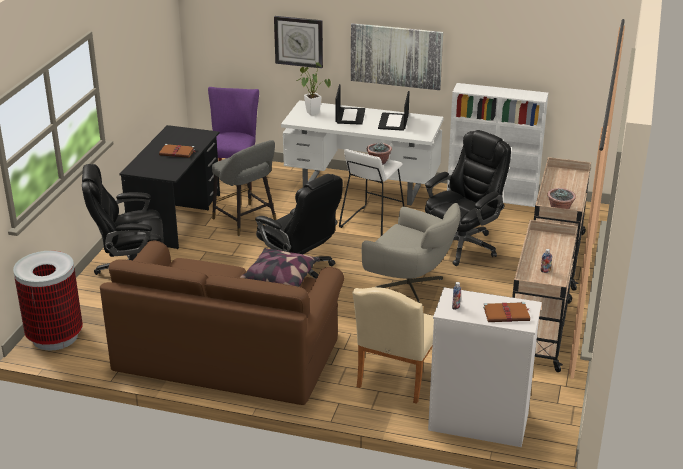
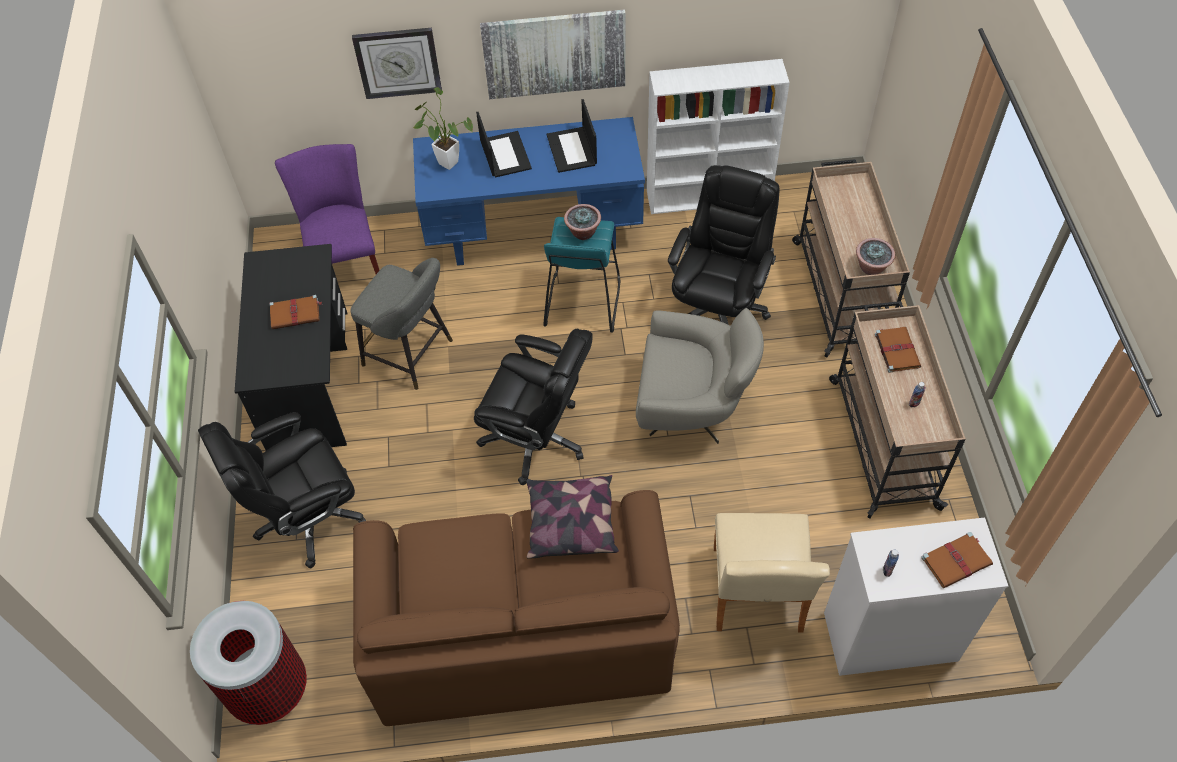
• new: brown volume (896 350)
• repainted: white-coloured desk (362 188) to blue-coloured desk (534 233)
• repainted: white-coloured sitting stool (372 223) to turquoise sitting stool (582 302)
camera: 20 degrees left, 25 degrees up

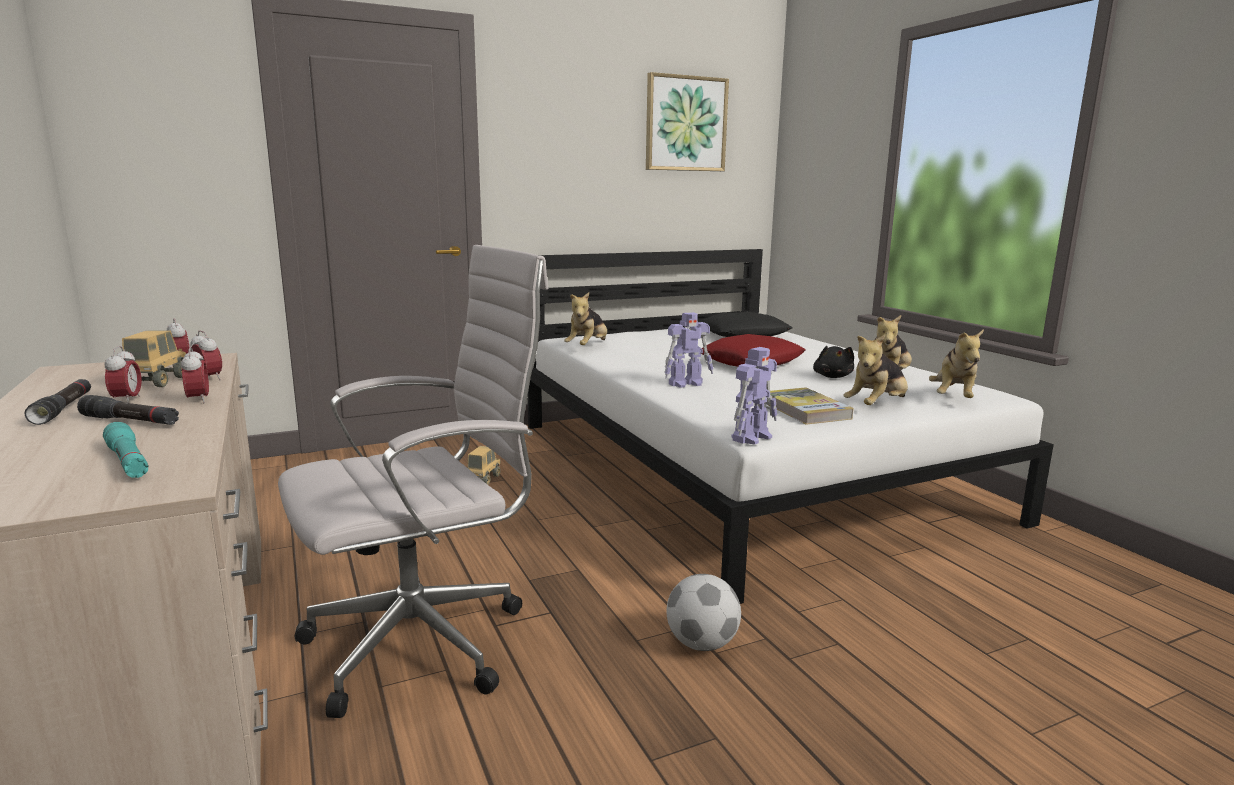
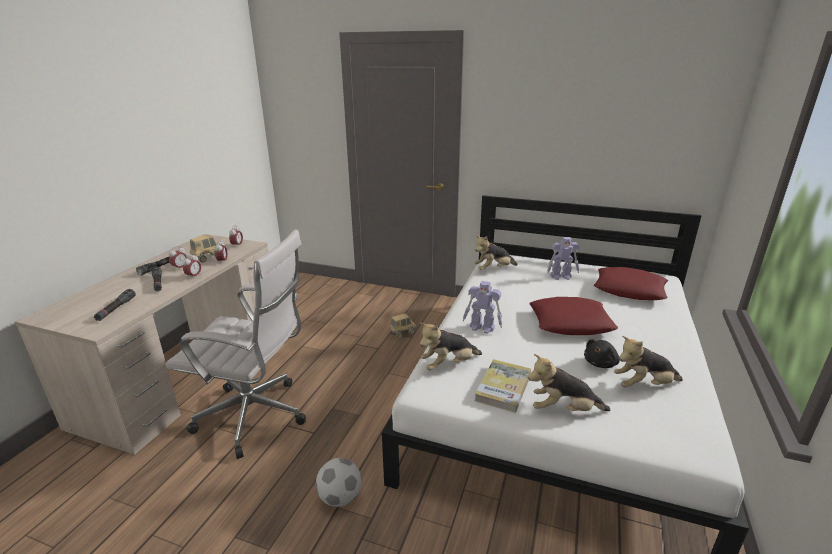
• gone: wall art (685 124)
• shifted: toy robot (752 437) to (561 276)
• shifted: soft toy (953 398) to (448 365)
• repainted: turquoise flashlight (128 461) to blackish flashlight (116 309)
• repainted: blackish cushion (744 334) to reddish cushion (629 290)
camera: 45 degrees right, 10 degrees up

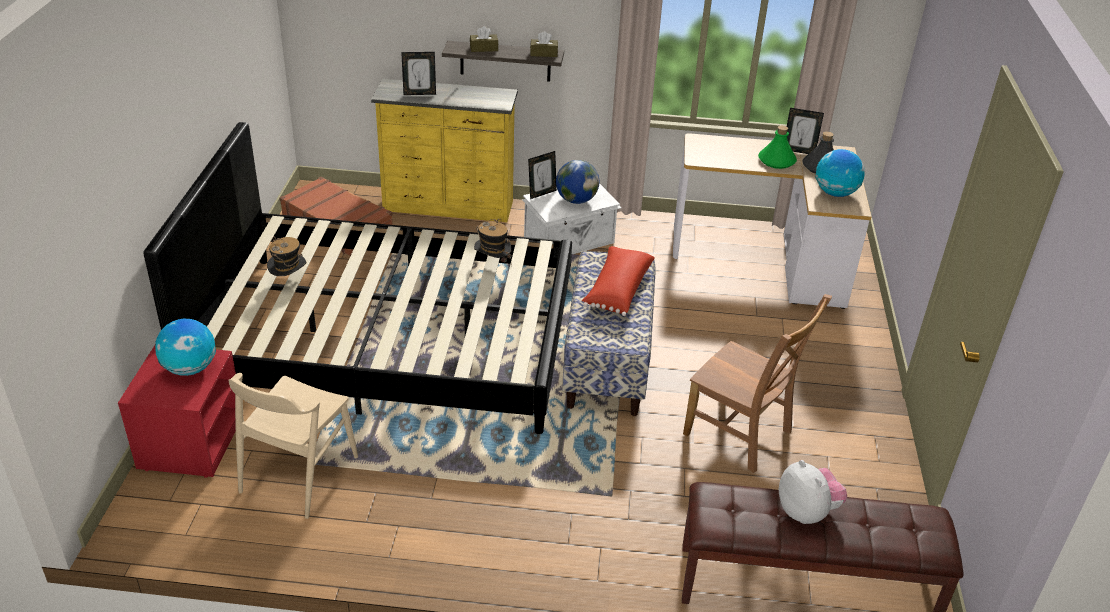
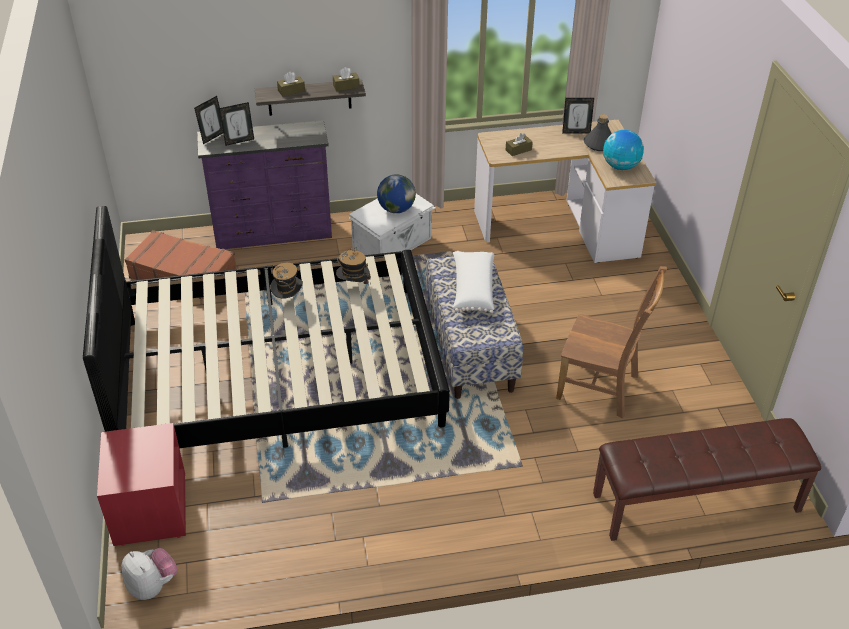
• gone: world globe (190 369)
• gone: beige-coloured chair (298 474)
• gone: green-coloured bottle (776 161)
• new: brown box of tissues (518 150)
• shifted: clothing hat (289 281) to (288 299)
• shifted: photo frame (542 193) to (212 137)
• shifted: soft toy (807 512) to (152 586)
• repainted: yellow-coloured drawer chest (448 207) to purplish drawer chest (274 233)
• repainted: reddish cushion (617 290) to white-coloured cushion (472 289)
camera: 15 degrees left, 5 degrees up

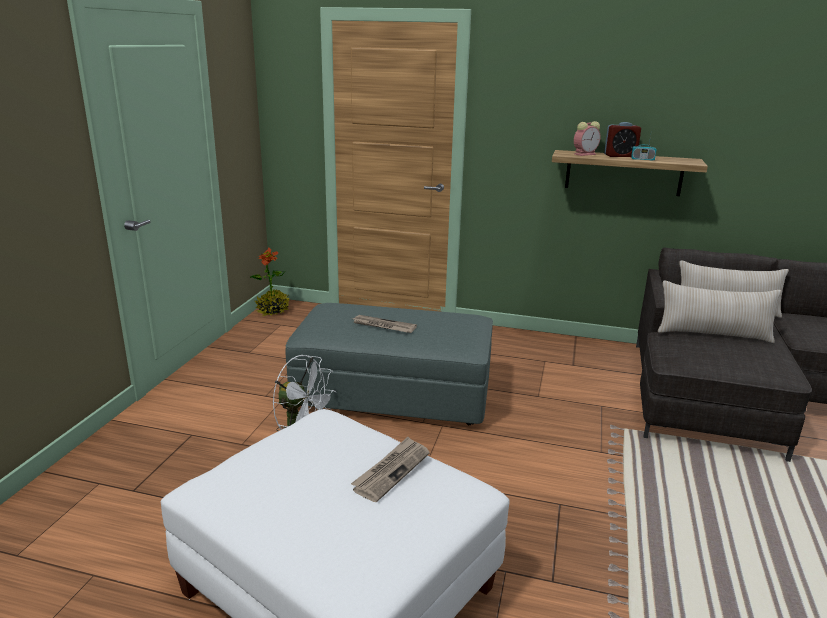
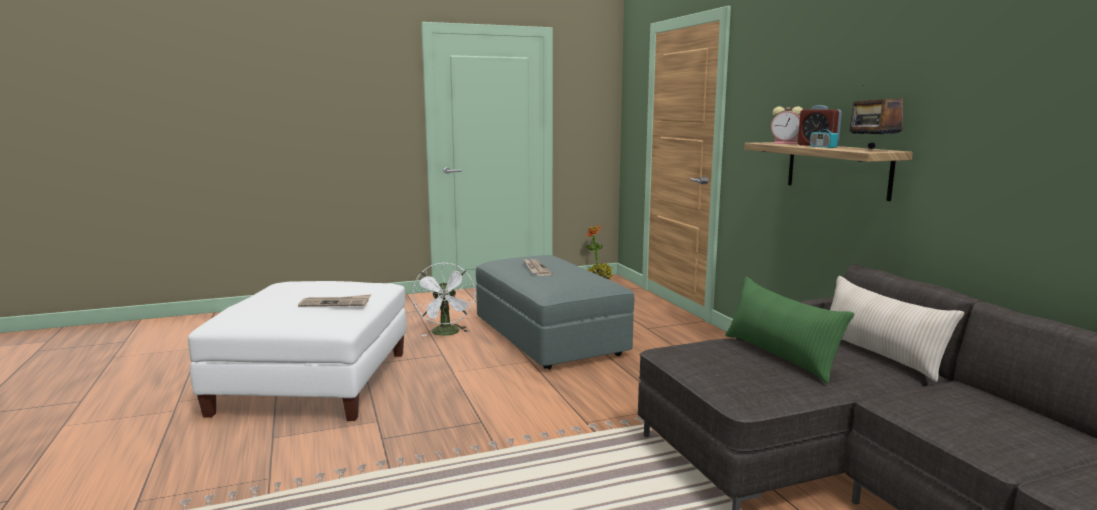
• new: radio set (871 149)
• repainted: beige-coloured cushion (713 334) to green-coloured cushion (780 356)
camera: 55 degrees right, 10 degrees down

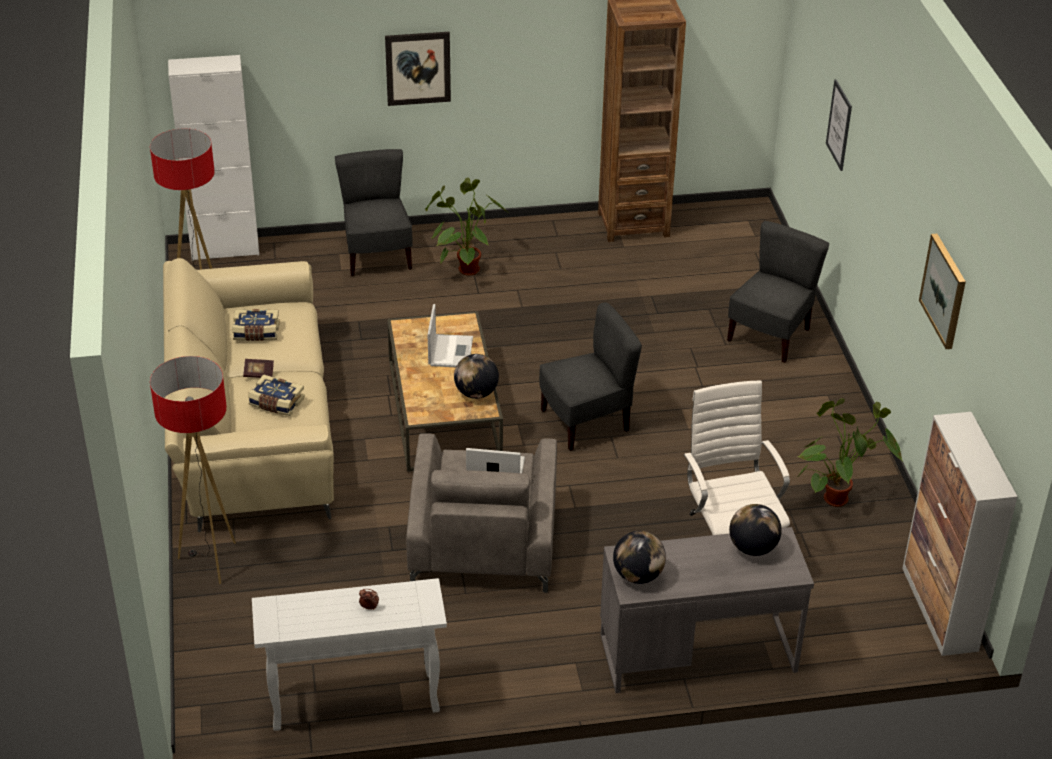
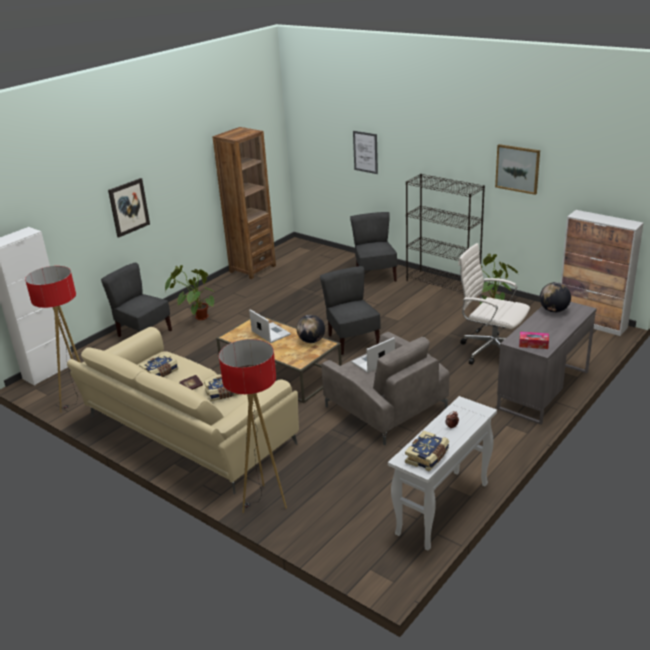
• new: volume (428 457)
• new: blackish shelving unit (443 284)
• swapped: world globe (638 575) to box of tissues (533 344)
• rotated: gray chair (586 422) = (352 341) 45 degrees counterclockwise
camera: 40 degrees left, 10 degrees down

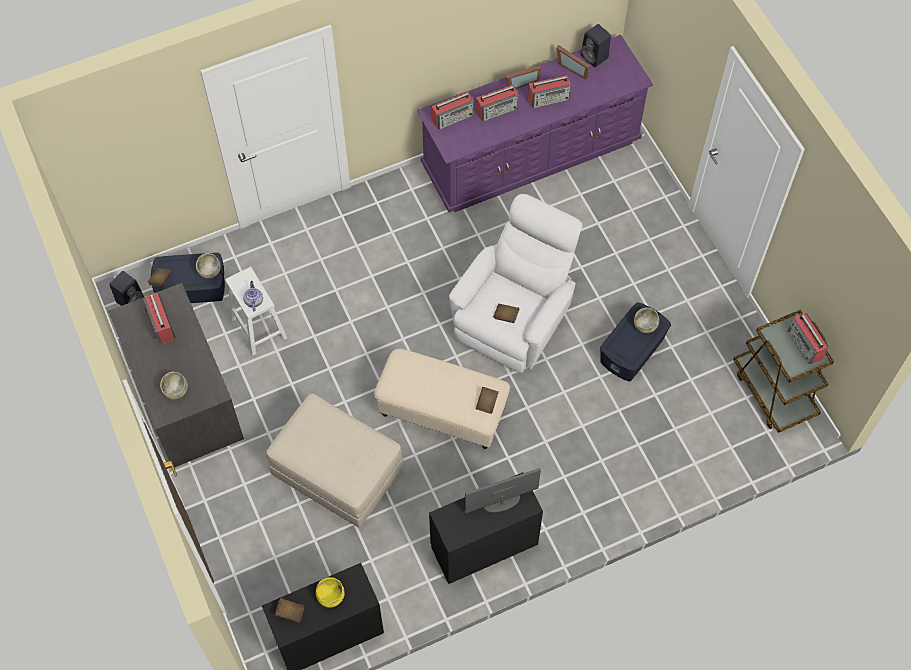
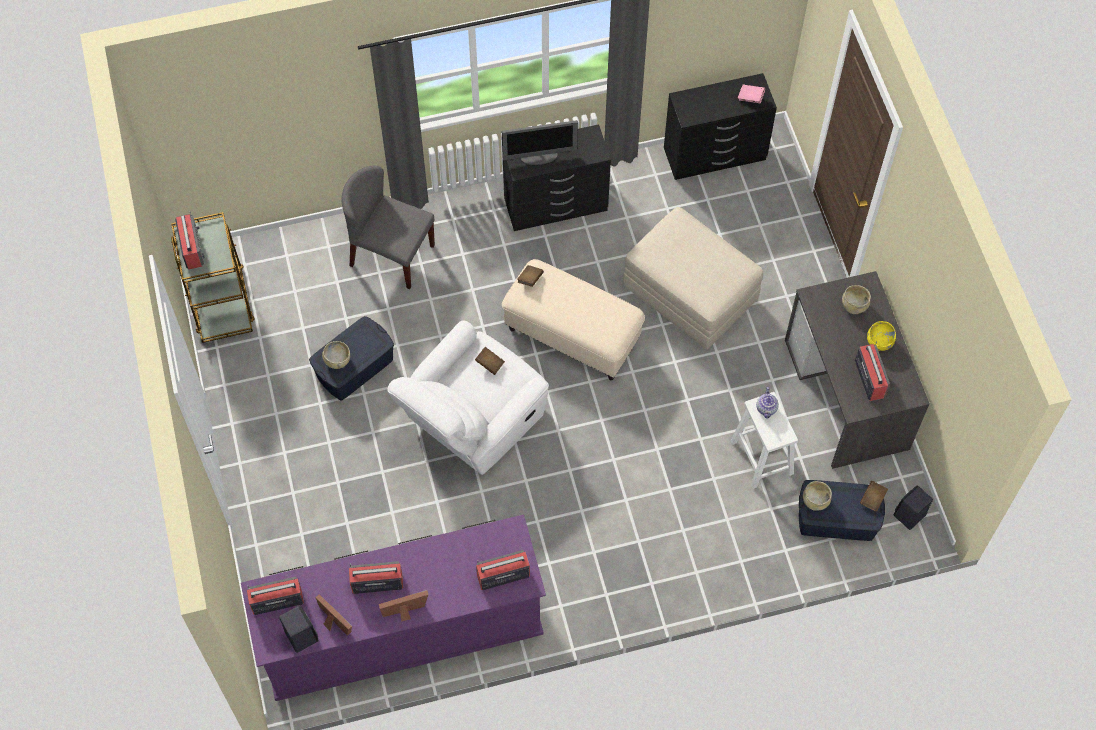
• new: gray chair (391 255)
• shifted: yellow-coloured deep dish (331 596) to (879 342)
• shifted: radio set (497 110) to (276 601)
• repainted: brown volume (290 612) to pink volume (750 97)
camera: 170 degrees left, 0 degrees up

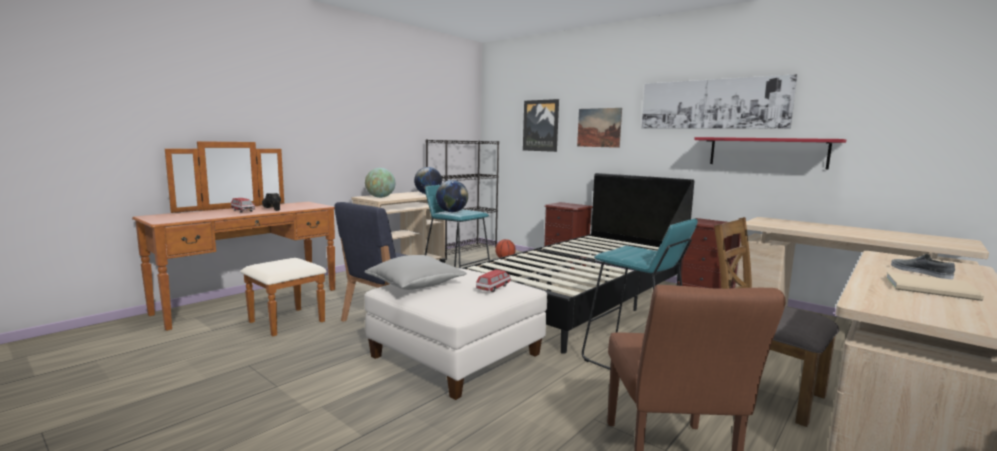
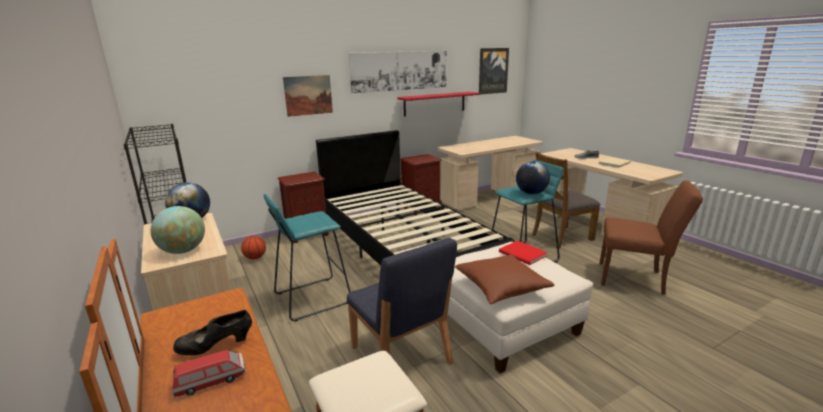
• shifted: world globe (452 212) to (531 193)
• shifted: wall art (541 125) to (493 71)
• swapped: model car (493 288) to reddish volume (523 254)
• repainted: gray cushion (415 285) to brown cushion (501 287)
camera: 70 degrees left, 10 degrees up

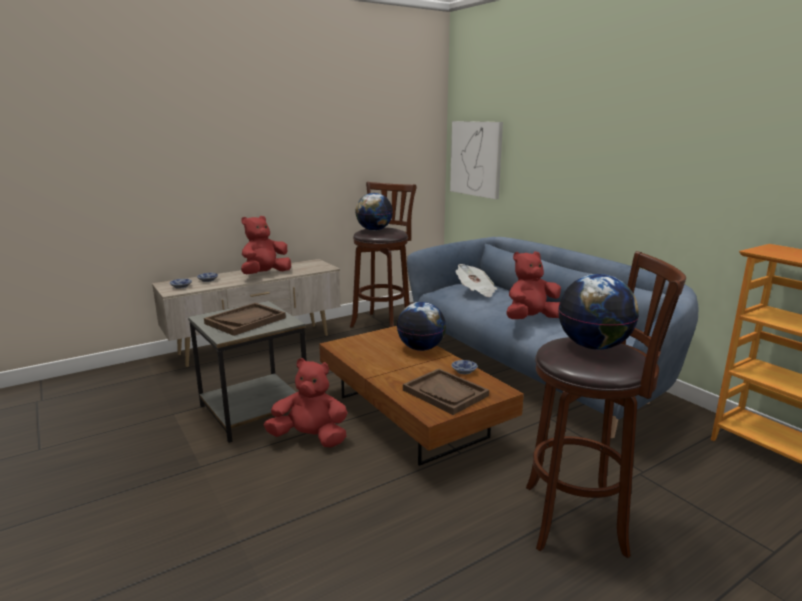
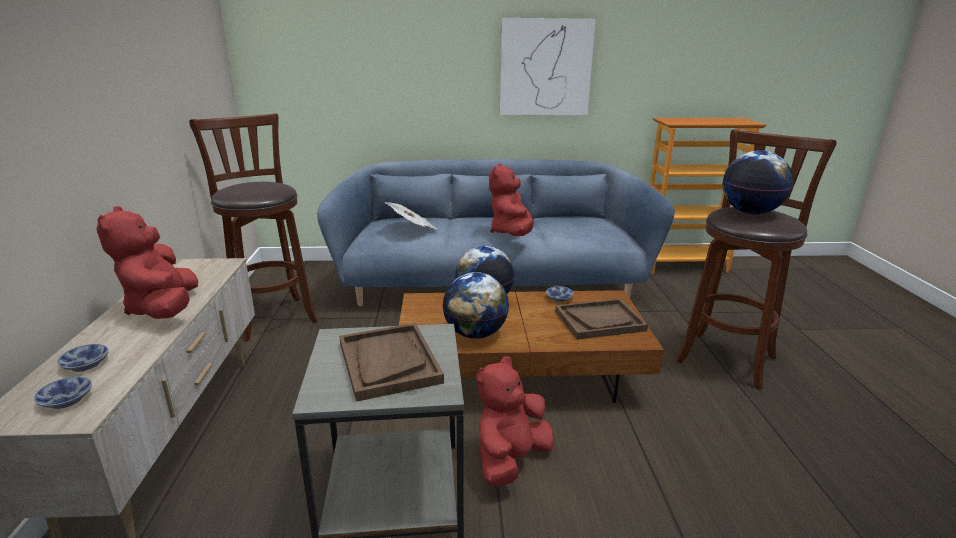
• shifted: world globe (374 230) to (475 334)
• shifted: wall art (476 158) to (545 67)
camera: 60 degrees left, 5 degrees up

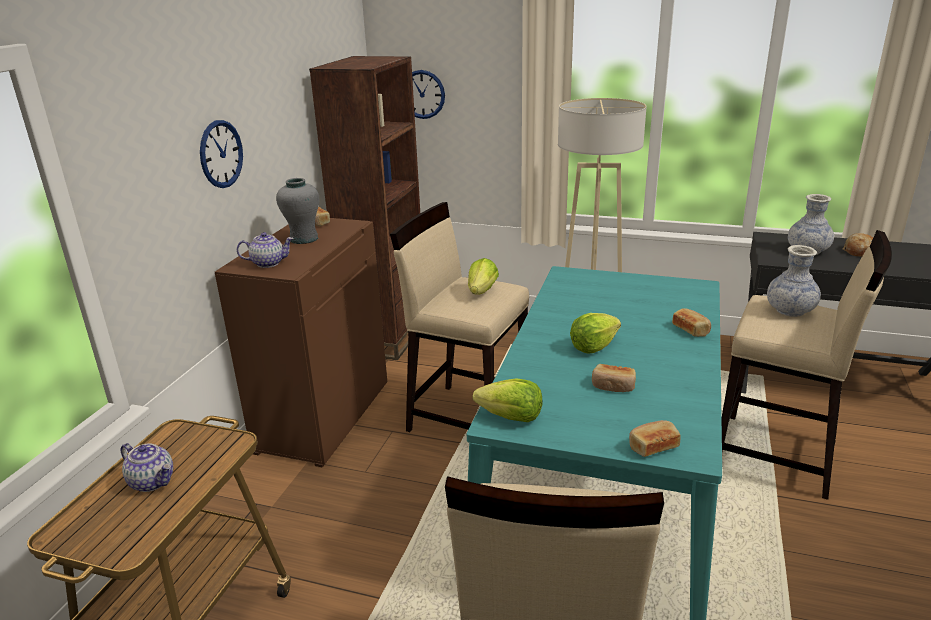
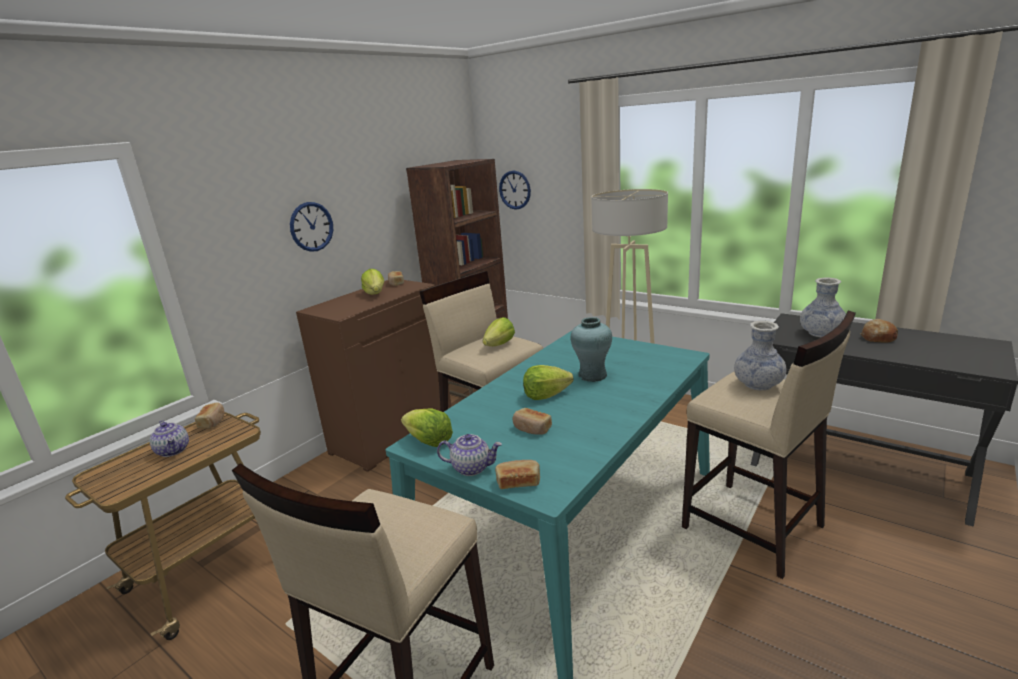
• new: turquoise flower vase (592 375)
• shifted: teapot (268 263) to (472 468)
• shifted: baked bread (691 330) to (213 421)
• swapped: gray flower vase (304 239) to lettuce (375 294)
camera: 20 degrees right, 5 degrees down

